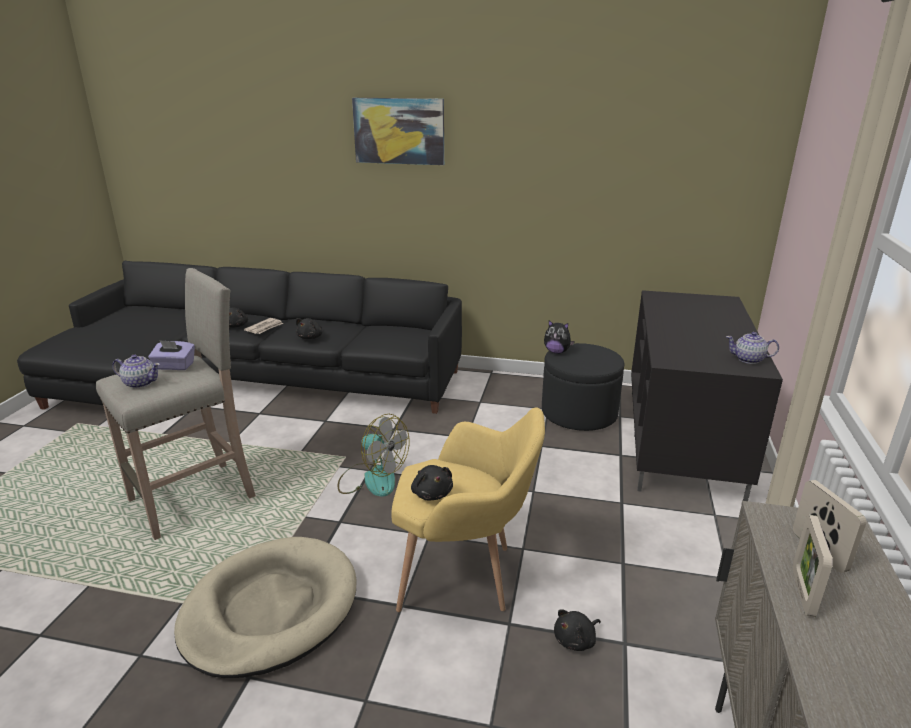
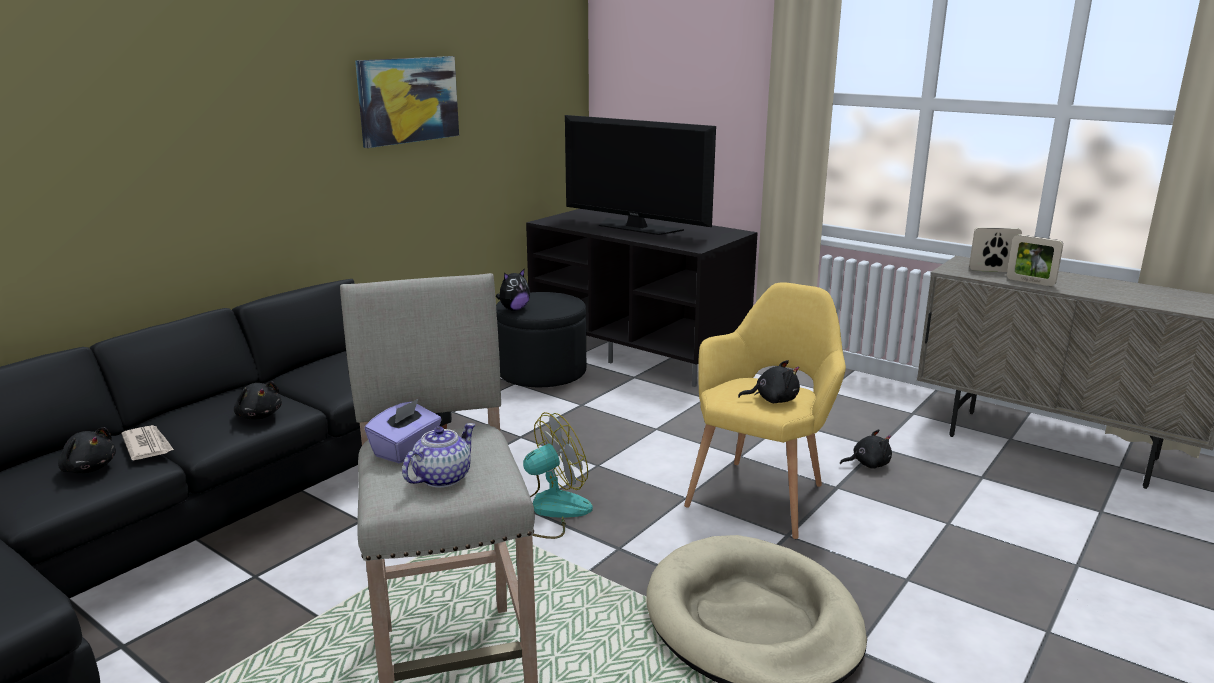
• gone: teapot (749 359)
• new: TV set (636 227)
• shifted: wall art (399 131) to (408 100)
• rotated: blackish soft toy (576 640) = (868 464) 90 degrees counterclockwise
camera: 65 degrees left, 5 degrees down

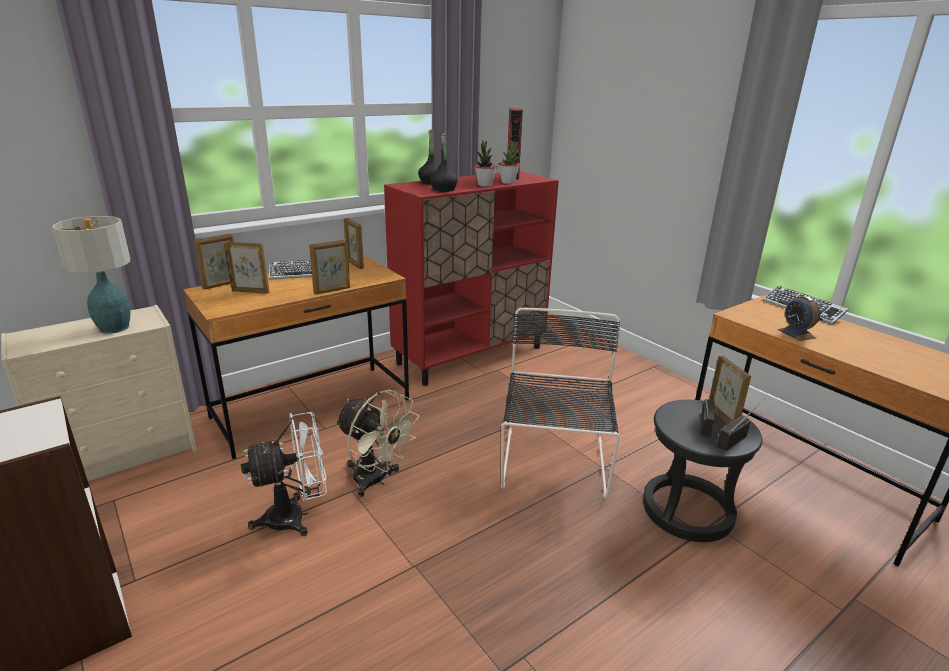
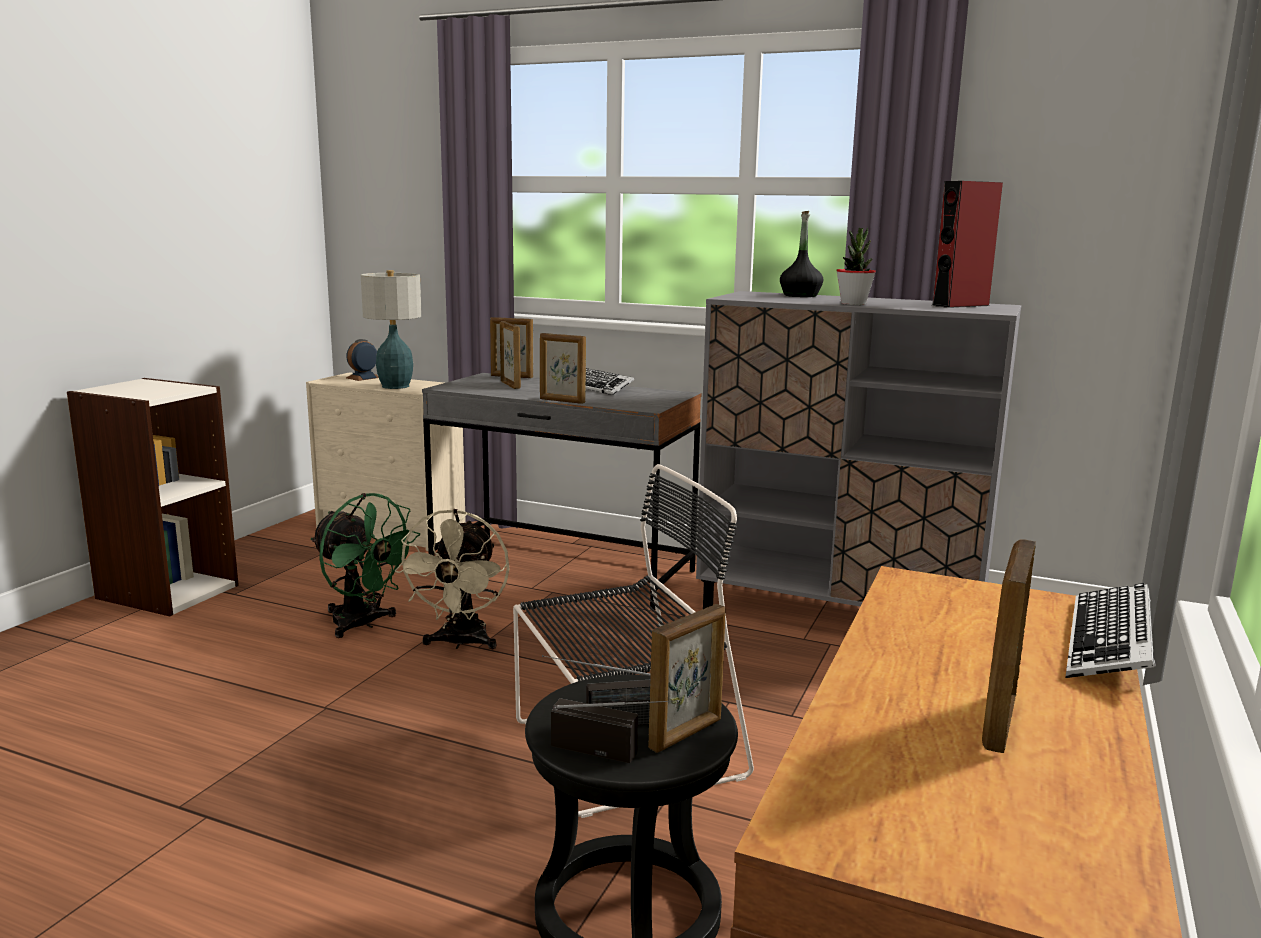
• gone: blackish bottle (444 189)
• gone: potted plant (508 182)
• shifted: photo frame (354 264) to (999 721)
• shifted: table clock (796 334) to (363 377)
• repainted: brown desk (312 408) to gray desk (562 570)
• repainted: white-coloured cooling fan (296 516) to green-coloured cooling fan (363 624)
• repainted: reddish cabinet (471 355) to gray cabinet (839 615)
camera: 60 degrees right, 10 degrees down

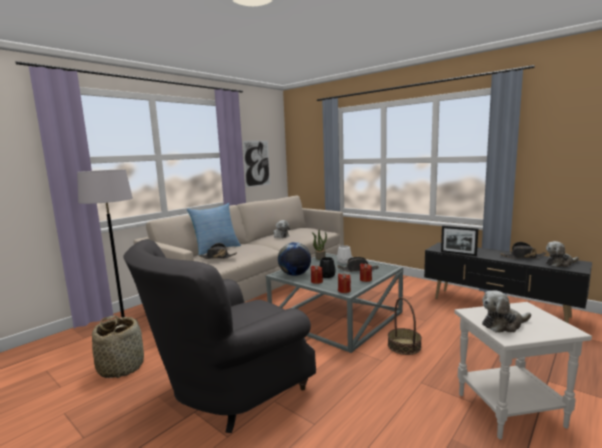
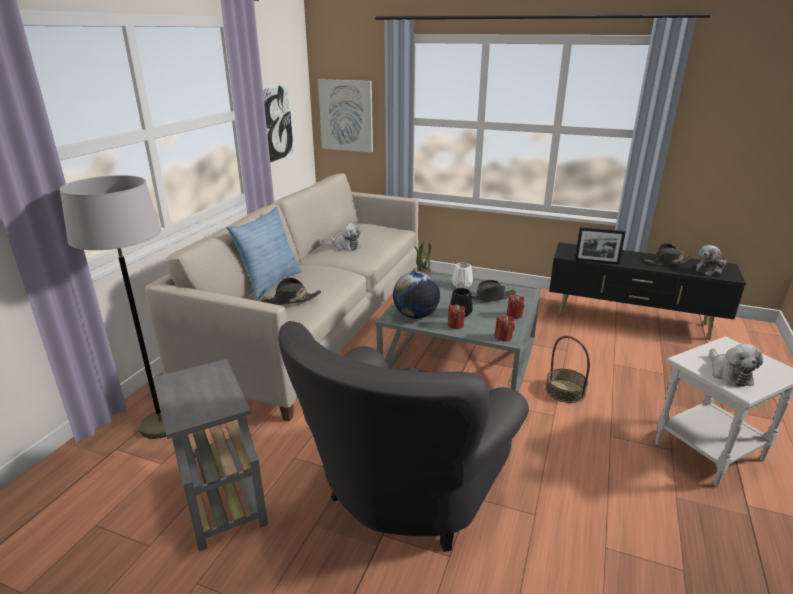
• new: wall art (346 115)
• swapped: storage basket (121 367) to gray side table (220 493)
• rotated: soft toy (503 324) = (729 374) 60 degrees counterclockwise
camera: 20 degrees left, 15 degrees up

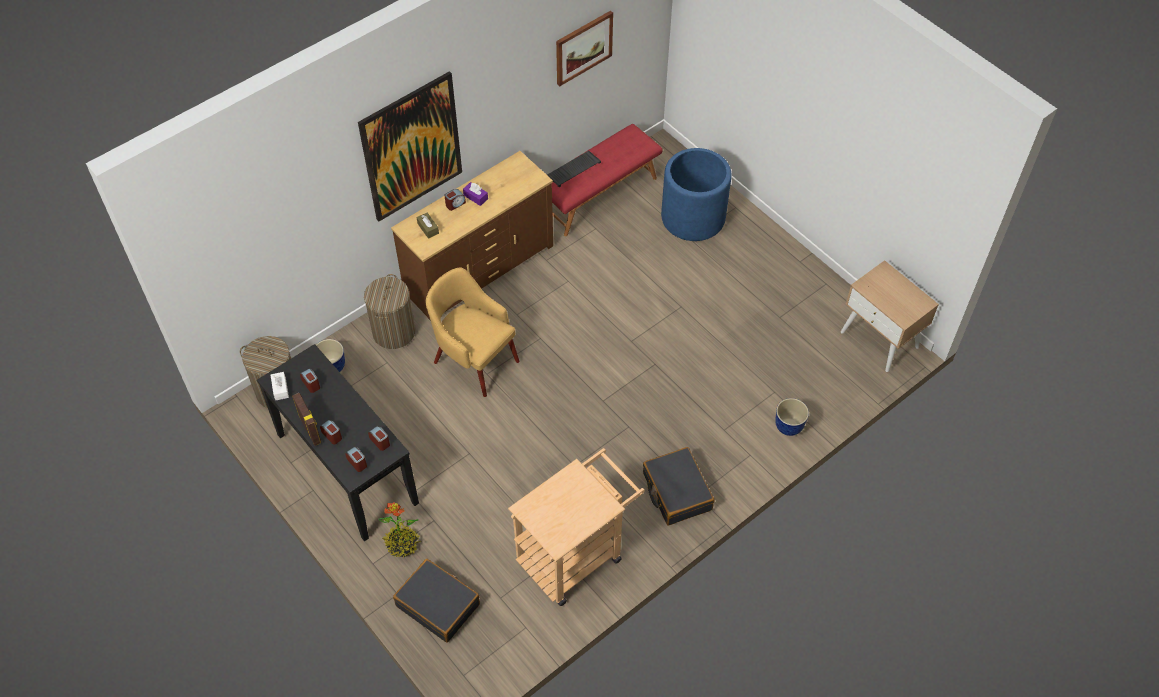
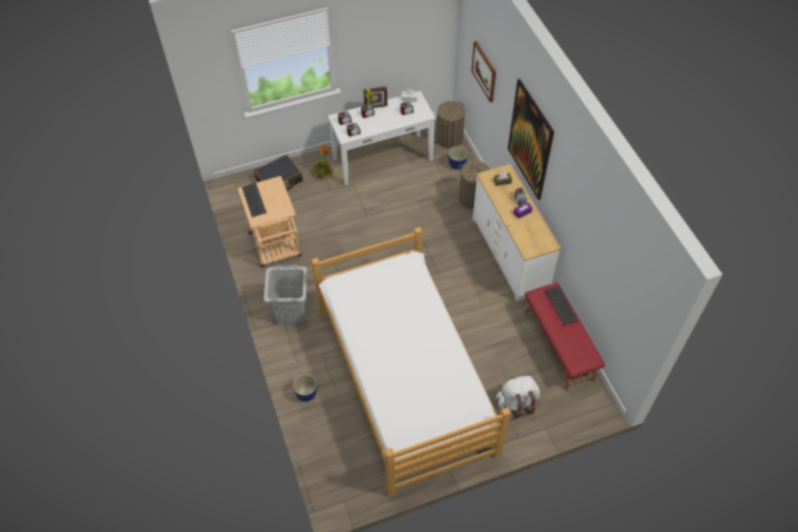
• gone: yellow-coloured easy chair (474 360)
• gone: beige-coloured night table (880 339)
• new: computer keyboard (253 200)
• new: sleeping bed (404 379)
• shifted: wall art (583 47) to (484 71)
• swapped: blackish suitcase (676 491) to gray laundry basket (291 311)
• swapped: blue-coloured flower pot (693 217) to white-coloured knapsack (516 402)
• repainted: blackish hall table (346 469) to white-coloured hall table (382 159)
• repainted: brown drawer chest (479 269) to white-coloured drawer chest (510 254)
camera: 110 degrees right, 0 degrees up

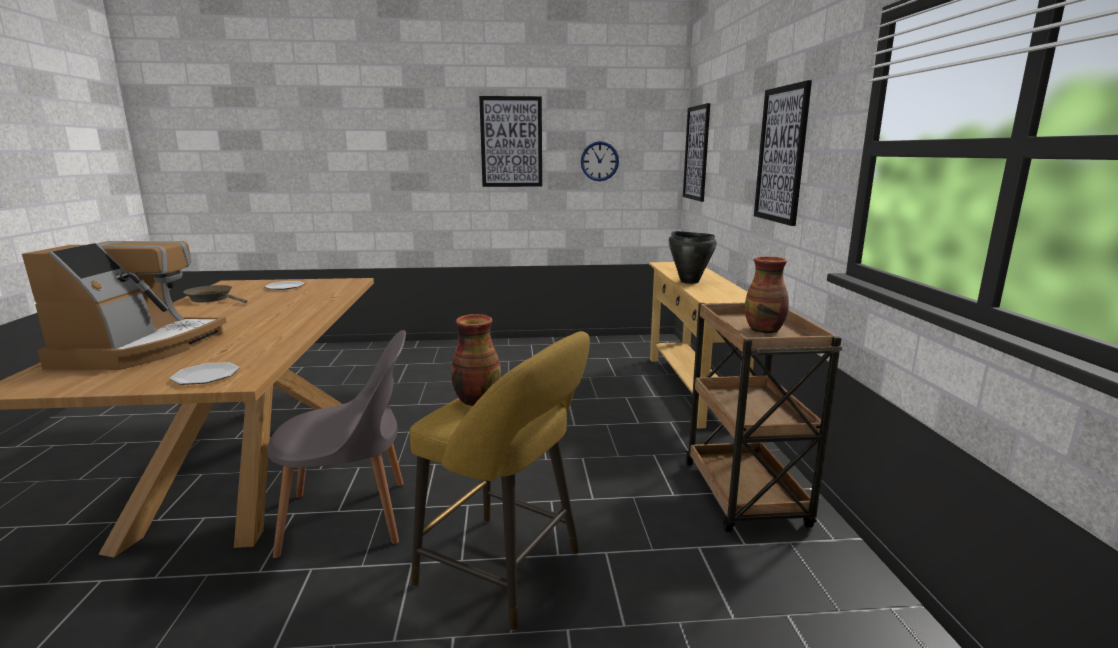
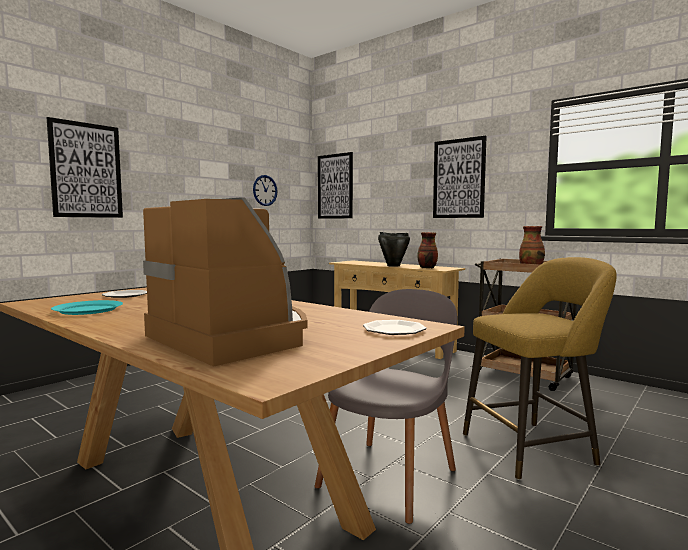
• shifted: flower vase (476 400) to (427 268)
• shifted: wall art (511 142) to (86 170)
• swapped: brown frying pan (213 299) to turquoise flat dish (87 310)
camera: 45 degrees left, 10 degrees down

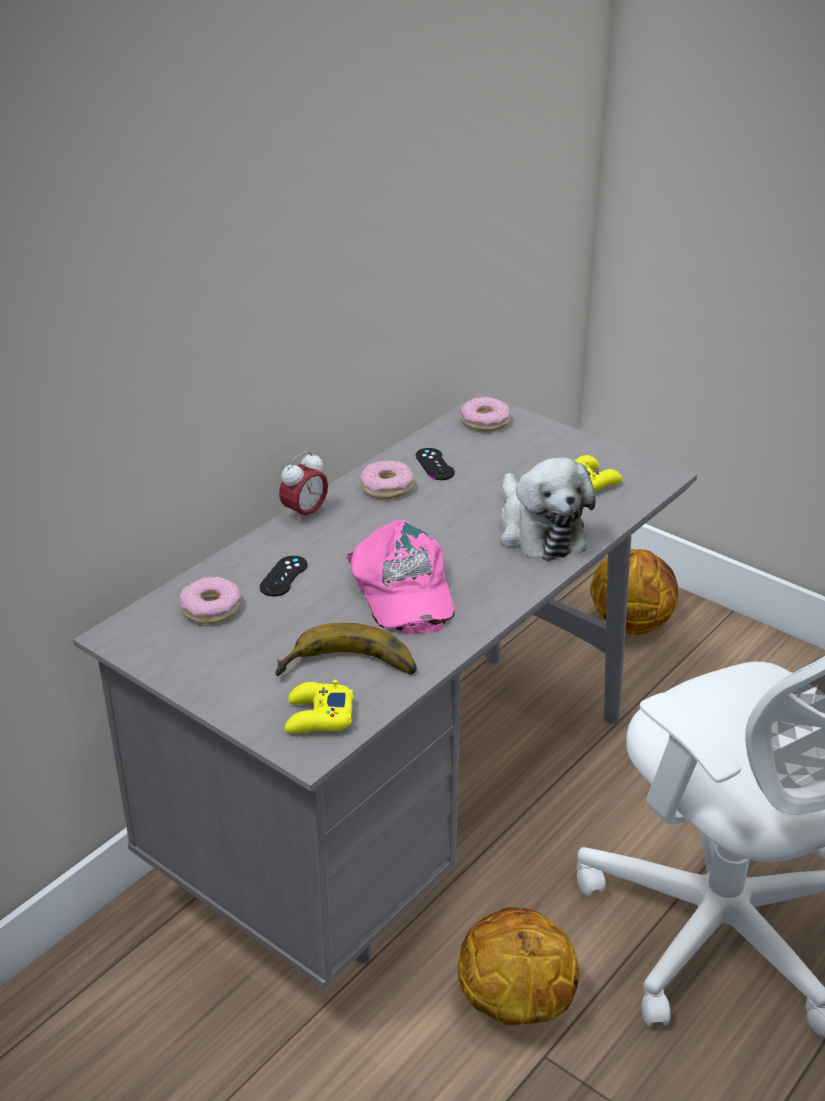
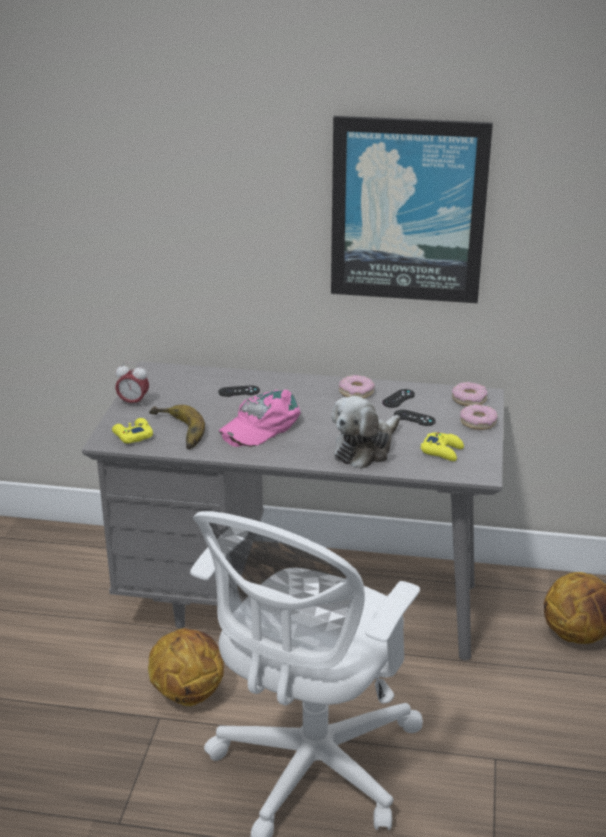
• new: wall art (408 210)
• new: blackish gamepad (414 418)
• shifted: ring doughnut (210 608) to (478 422)
• shifted: table clock (305 514) to (133 403)
camera: 60 degrees right, 5 degrees down

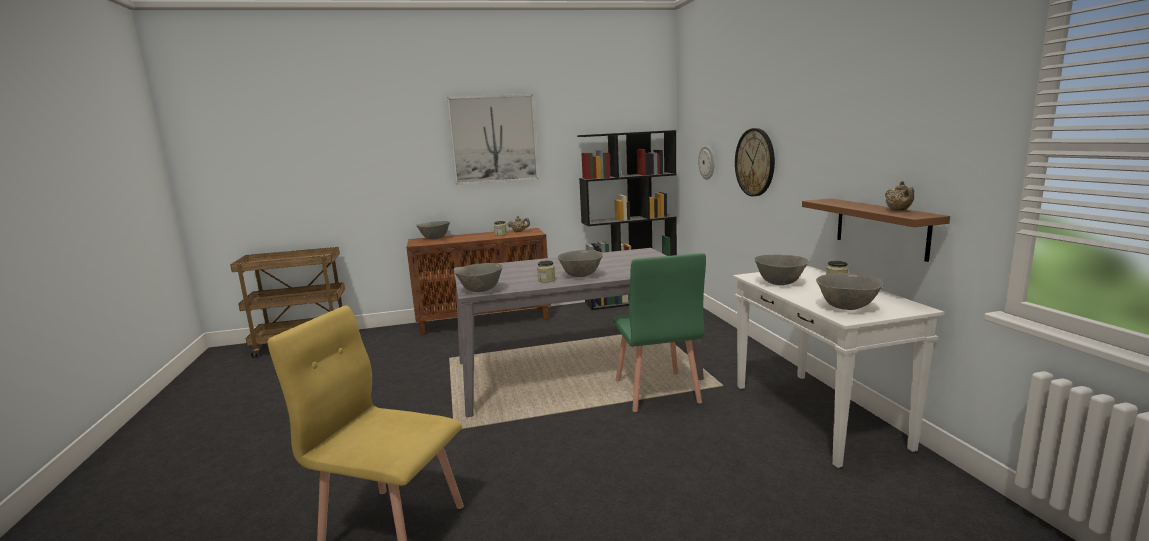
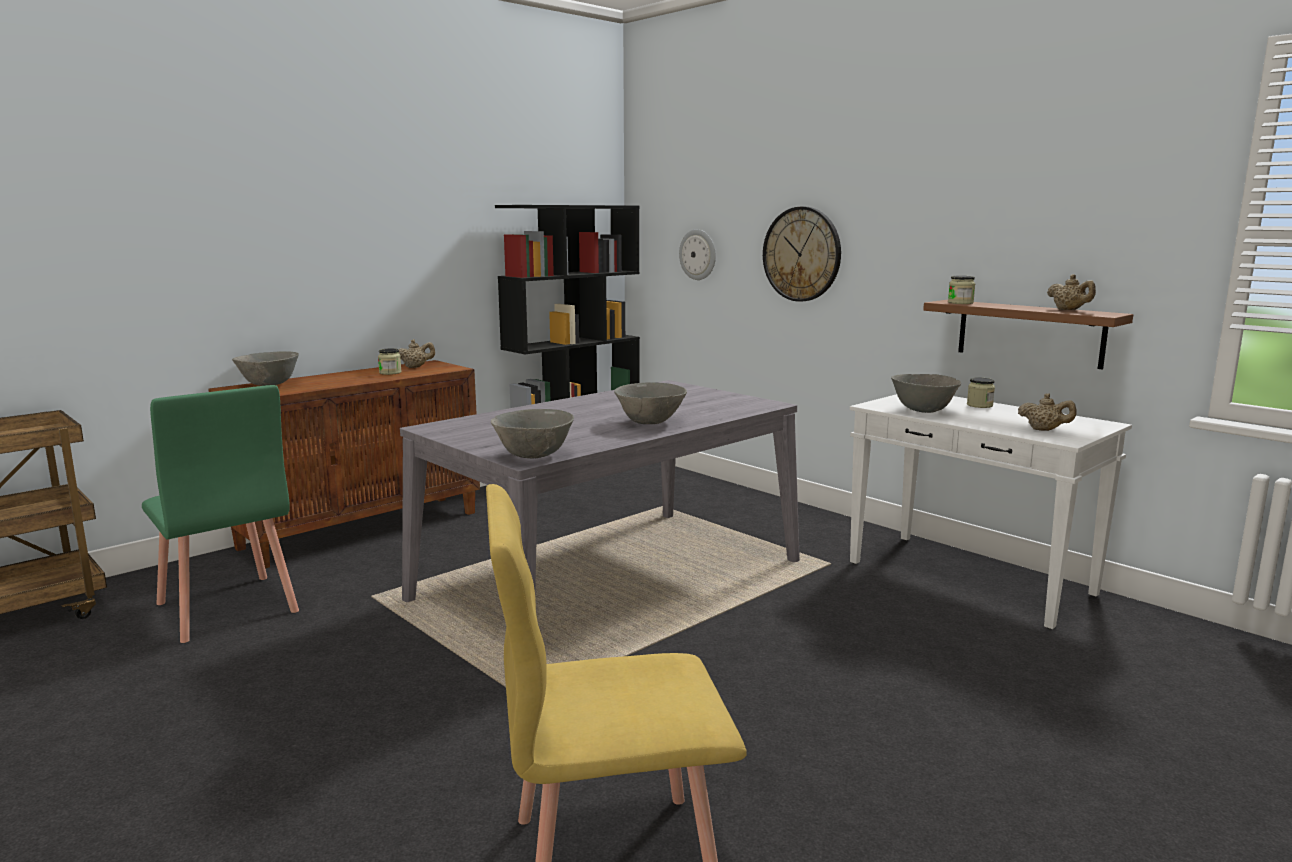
• gone: wall art (494 139)
• shifted: storage jar (546 280) to (960 303)
• shifted: green-coloured chair (656 391) to (226 608)
• swapped: gray deep dish (847 308) to beige-coloured teapot (1044 430)
camera: 30 degrees left, 0 degrees up

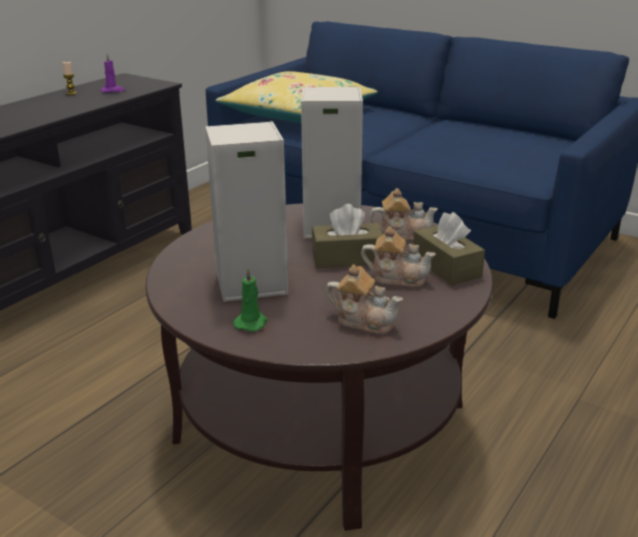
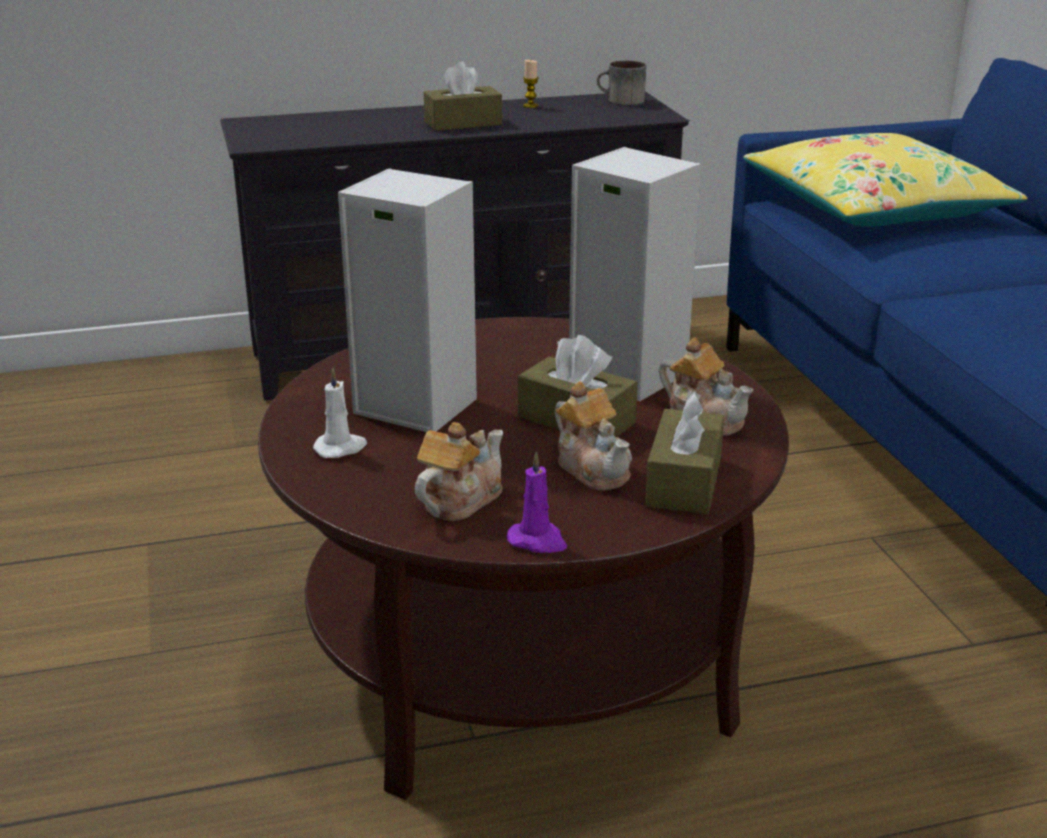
• new: brown box of tissues (463 123)
• new: coffee mug (620 100)
• shifted: purplish wax light (113 91) to (538 541)
• repainted: green-coloured wax light (251 322) to white-coloured wax light (341 448)
• rotated: teapot (364 321) = (459 500) 120 degrees counterclockwise
camera: 40 degrees right, 0 degrees up

